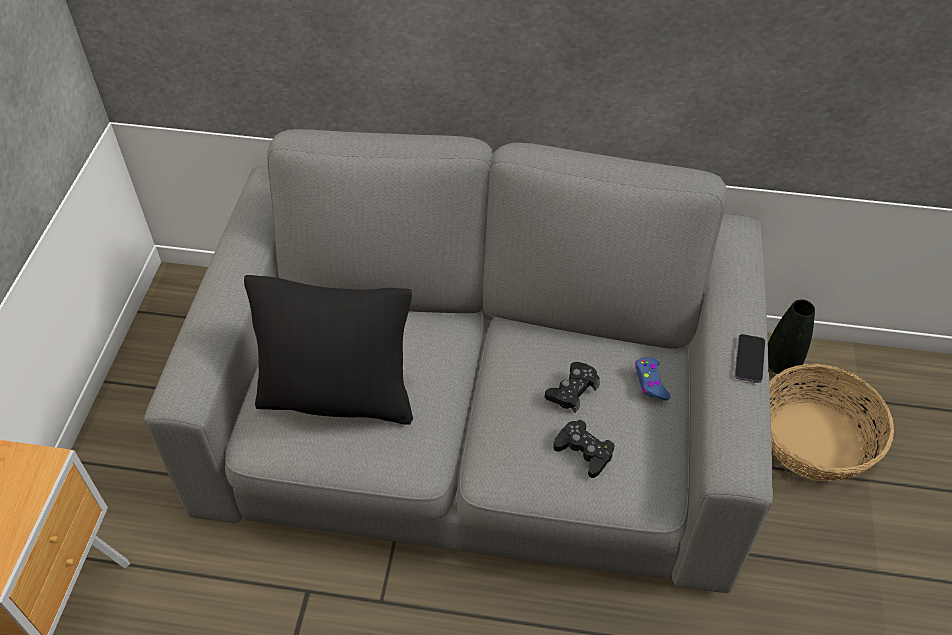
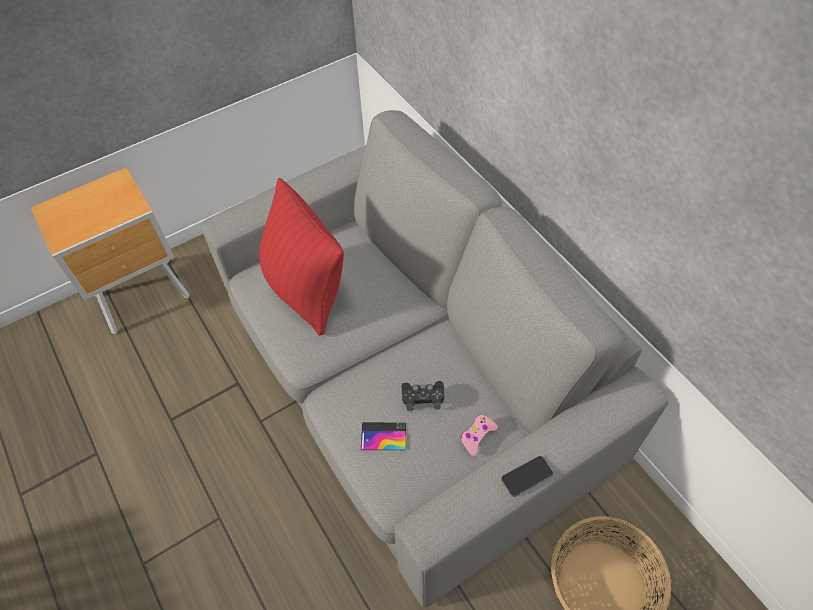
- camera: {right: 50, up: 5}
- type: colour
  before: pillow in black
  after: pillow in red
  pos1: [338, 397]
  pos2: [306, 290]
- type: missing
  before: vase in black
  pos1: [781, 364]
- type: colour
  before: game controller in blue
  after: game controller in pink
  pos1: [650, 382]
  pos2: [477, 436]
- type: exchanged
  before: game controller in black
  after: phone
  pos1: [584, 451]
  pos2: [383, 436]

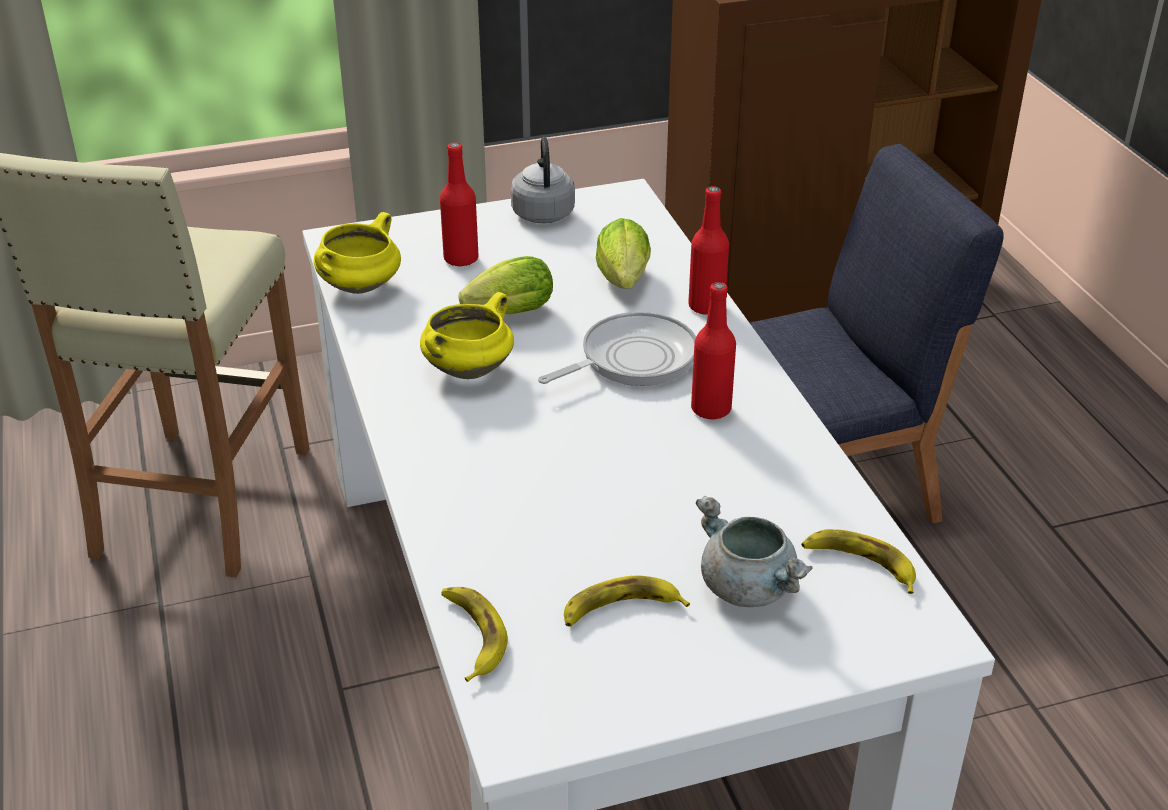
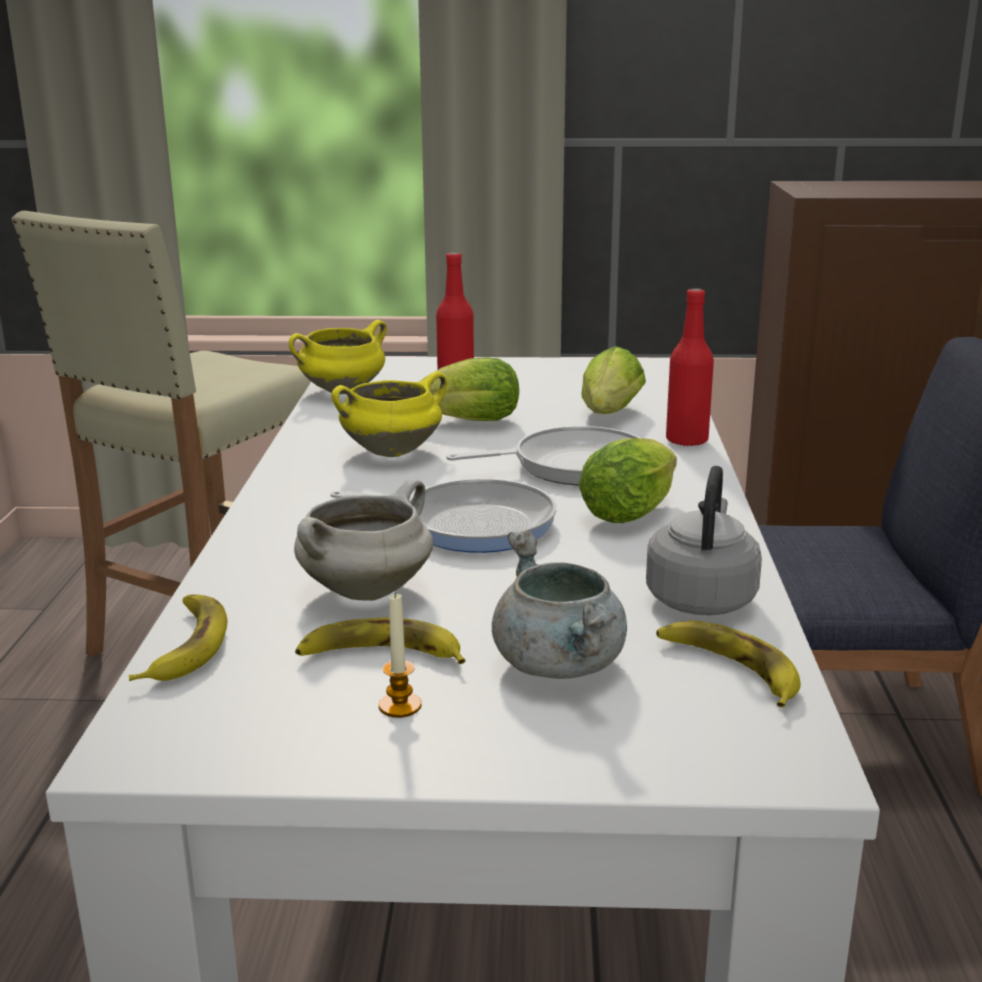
- camera: {right: 20, up: -15}
- type: relocated
  before: kettle in grey
  pos1: [543, 212]
  pos2: [701, 597]
- type: exchanged
  before: bottle in red
  after: lettuce
  pos1: [711, 409]
  pos2: [632, 511]
- type: appeared
  after: cooking pot in white
  pos2: [367, 590]
- type: appeared
  after: frying pan
  pos2: [470, 524]
- type: appeared
  after: candle
  pos2: [400, 706]

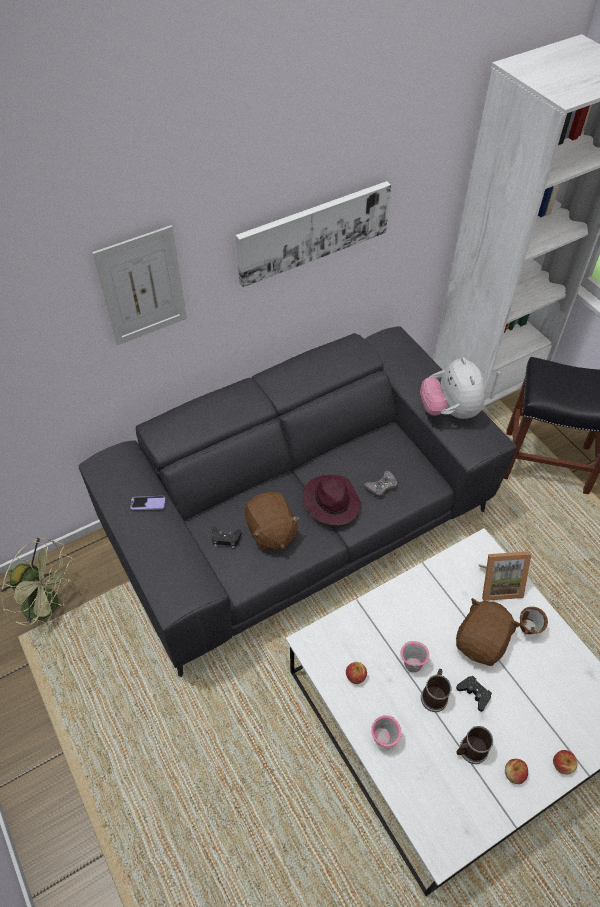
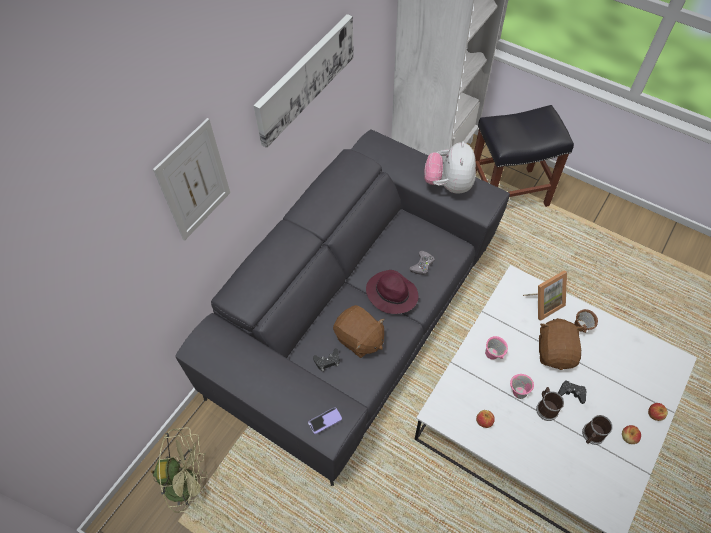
- camera: {right: -25, up: 5}
- type: spun
  before: plush toy
  pos1: [449, 411]
  pos2: [448, 185]
  turn: 45
- type: relocated
  before: phone
  pos1: [148, 503]
  pos2: [325, 421]
- type: relocated
  before: mug in pink
  pos1: [384, 739]
  pos2: [493, 355]

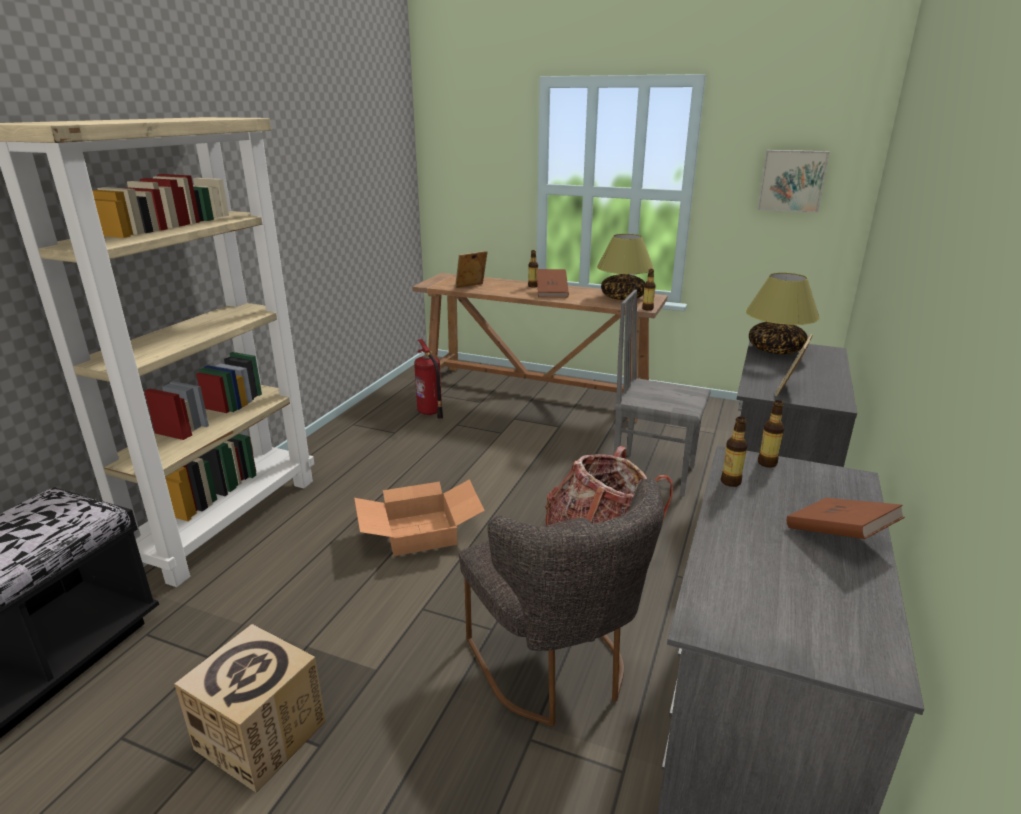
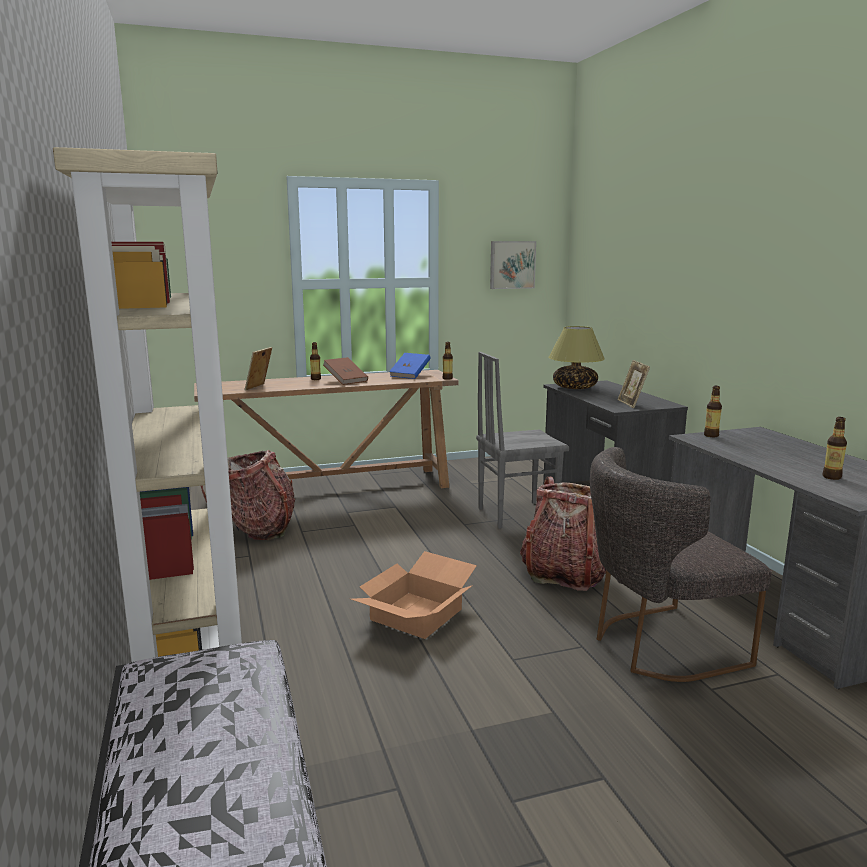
- camera: {right: -40, up: -10}
- type: exchanged
  before: table lamp
  after: book in blue
  pos1: [622, 297]
  pos2: [410, 375]
- type: exchanged
  before: fire extinguisher
  after: backpack
  pos1: [430, 412]
  pos2: [257, 530]
- type: relocated
  before: bottle
  pos1: [730, 482]
  pos2: [831, 477]
- type: spun
  before: chair in grey
  pos1: [556, 669]
  pos2: [658, 646]
  turn: 135
- type: missing
  before: book in brown
  pos1: [838, 536]
- type: missing
  before: cardboard box
  pos1: [261, 735]

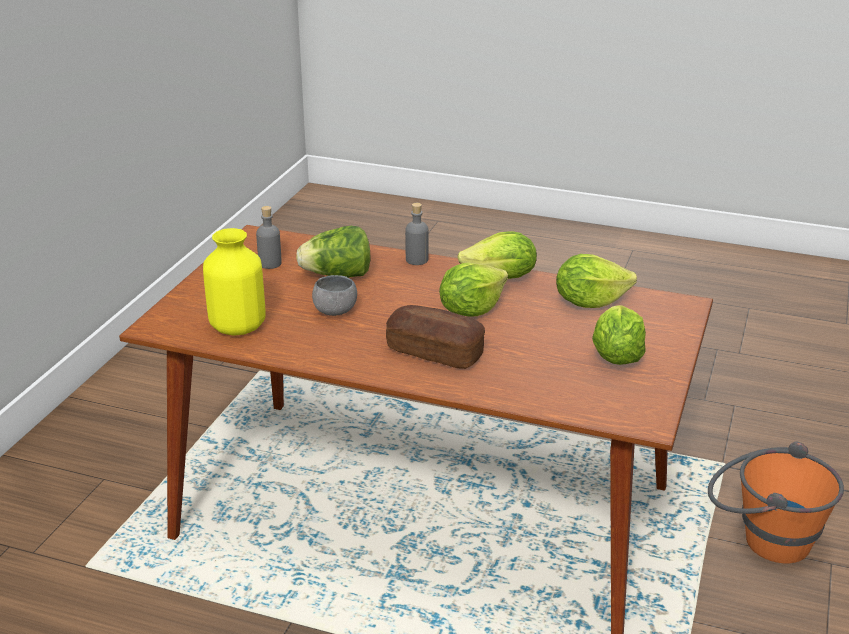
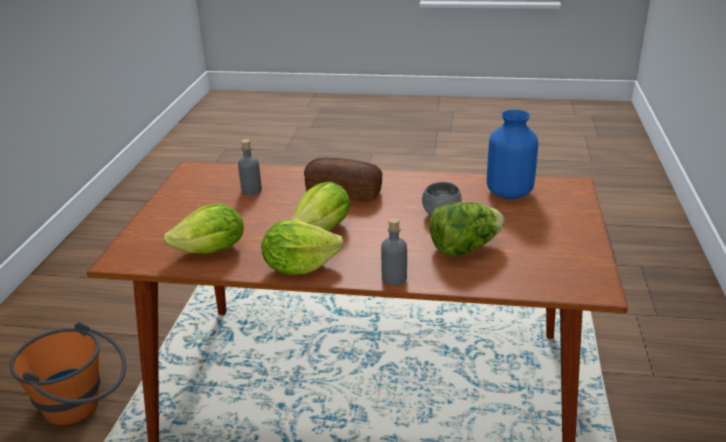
- camera: {right: 170, up: 0}
- type: relocated
  before: bottle in grey
  pos1: [270, 263]
  pos2: [251, 190]
- type: colour
  before: vase in yellow
  after: vase in blue
  pos1: [239, 326]
  pos2: [508, 193]
- type: missing
  before: lettuce
  pos1: [616, 356]

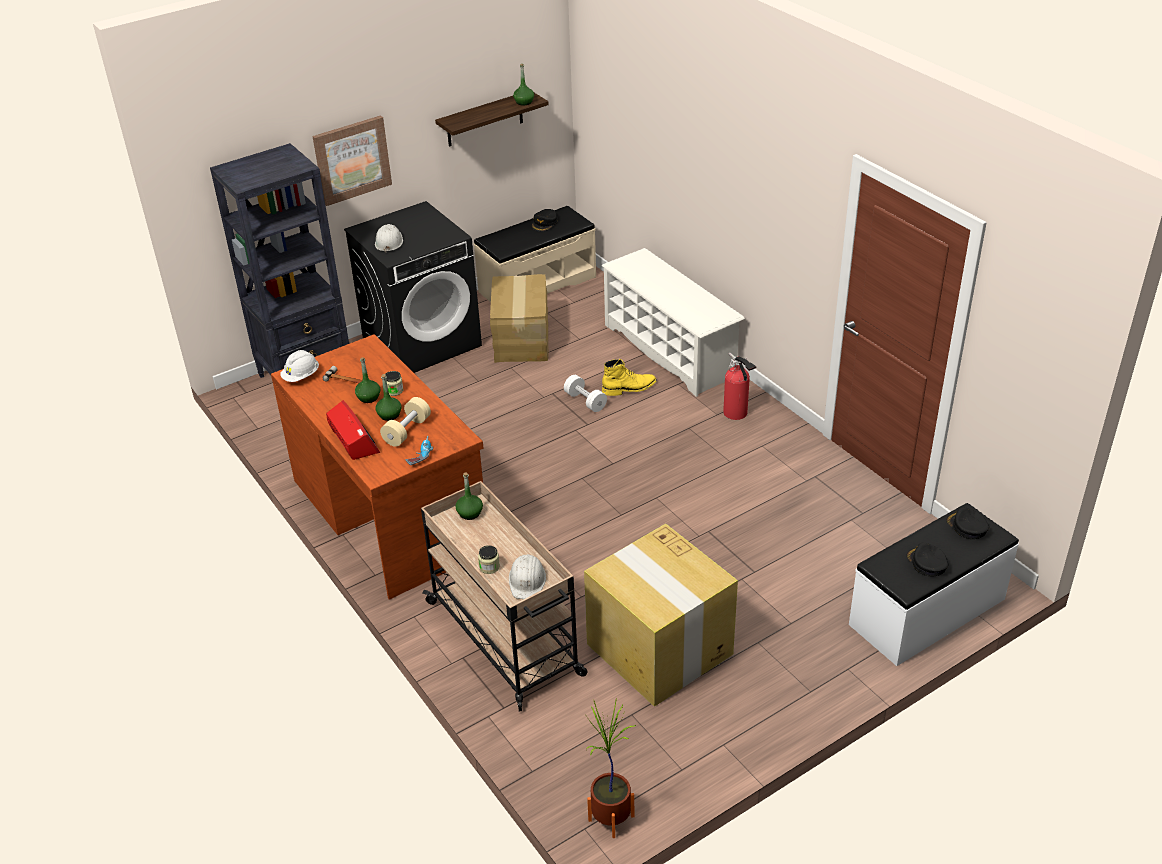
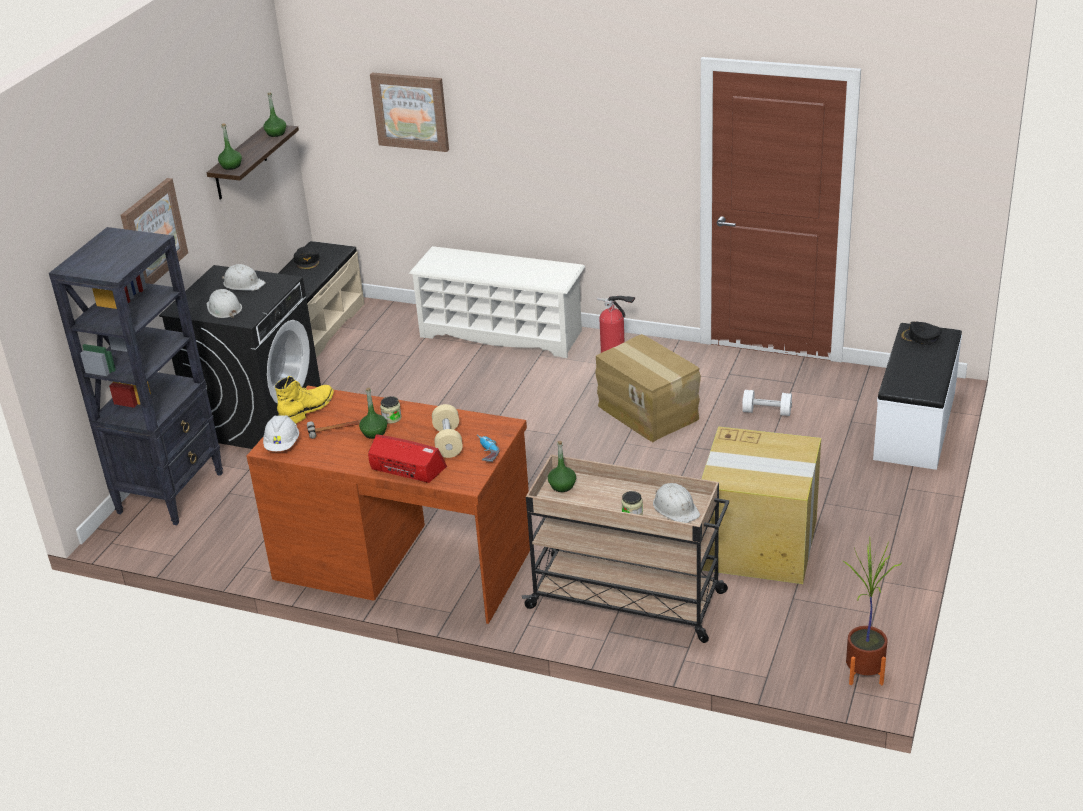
- camera: {right: -35, up: -5}
- type: relocated
  before: cardboard box
  pos1: [522, 340]
  pos2: [649, 412]
- type: relocated
  before: boot in yellow
  pos1: [629, 388]
  pos2: [307, 409]
- type: relocated
  before: bottle in green
  pos1: [389, 415]
  pos2: [231, 166]
- type: relocated
  before: dumbbell in white
  pos1: [585, 401]
  pos2: [766, 412]
- type: missing
  before: cap in black
  pos1: [926, 563]
- type: appeared
  after: picture
  pos2: [410, 111]
- type: appeared
  after: hard hat in white
  pos2: [243, 284]

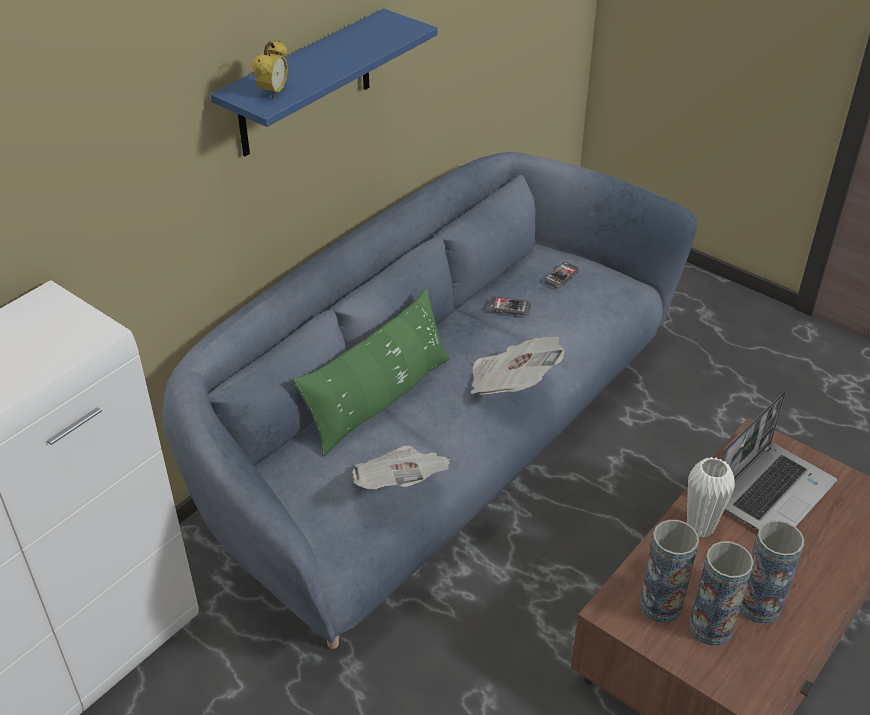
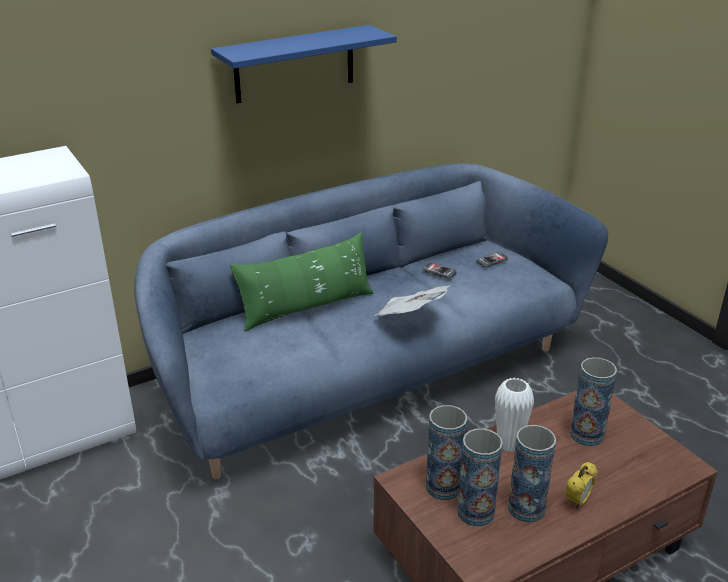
- camera: {right: 20, up: -10}
- type: relocated
  before: alarm clock
  pos1: [273, 93]
  pos2: [577, 501]
- type: exchanged
  before: laptop
  after: vase
  pos1: [772, 491]
  pos2: [586, 435]
- type: missing
  before: newspaper
  pos1: [401, 485]

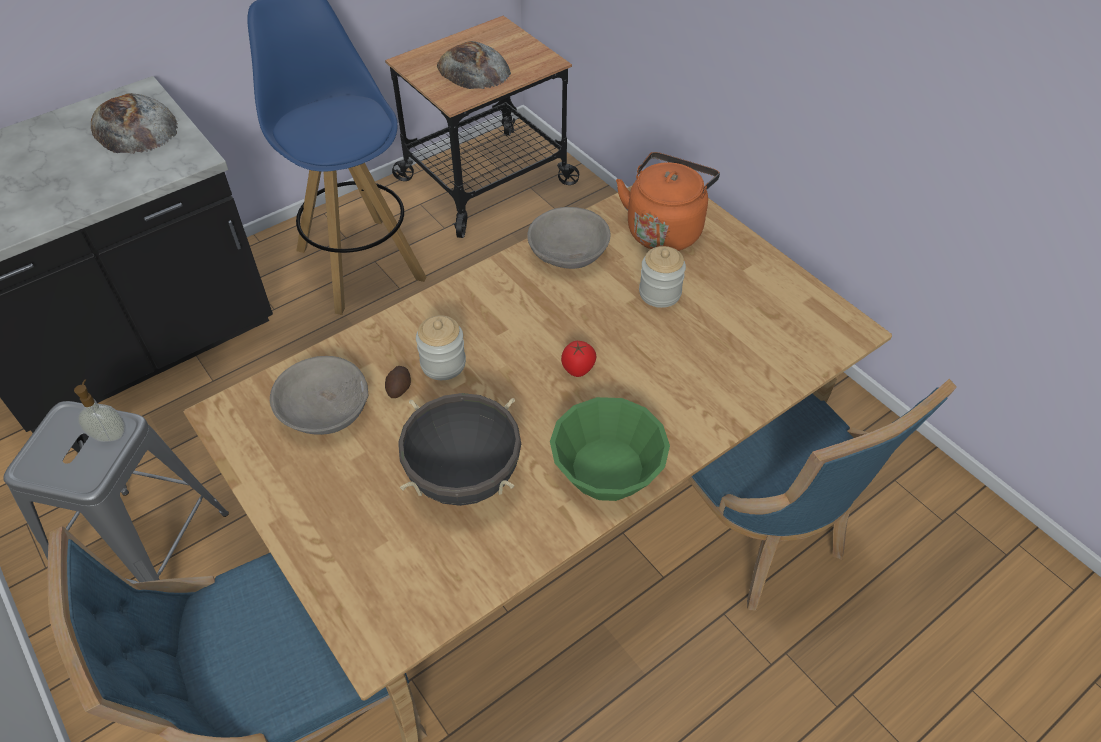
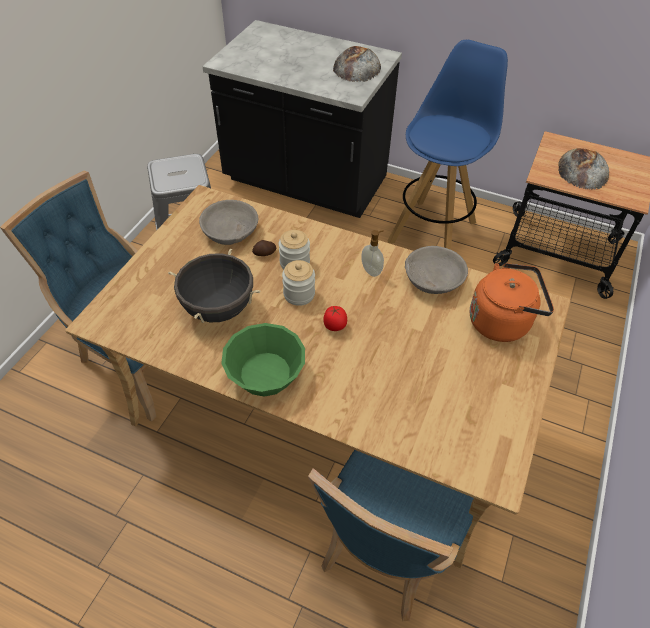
- camera: {right: 60, up: 0}
- type: relocated
  before: jar
  pos1: [660, 293]
  pos2: [299, 294]
- type: relocated
  before: soap dispenser
  pos1: [110, 435]
  pos2: [372, 270]

